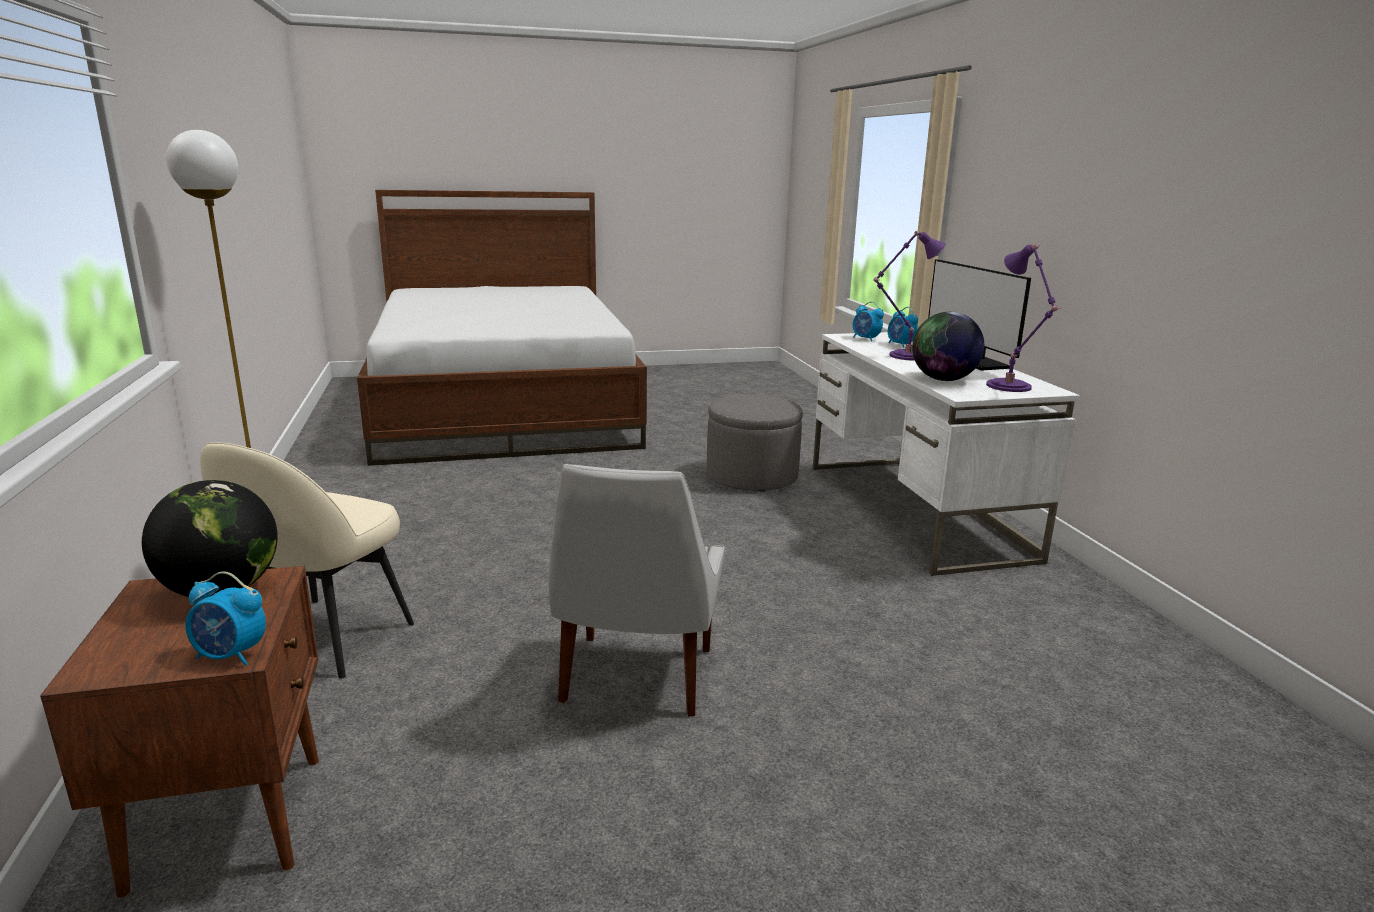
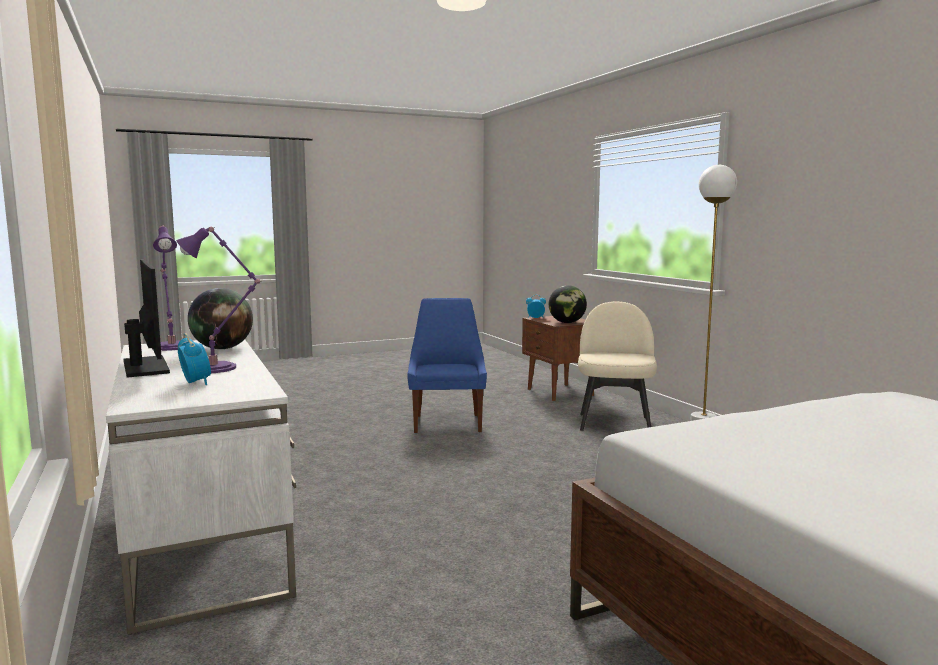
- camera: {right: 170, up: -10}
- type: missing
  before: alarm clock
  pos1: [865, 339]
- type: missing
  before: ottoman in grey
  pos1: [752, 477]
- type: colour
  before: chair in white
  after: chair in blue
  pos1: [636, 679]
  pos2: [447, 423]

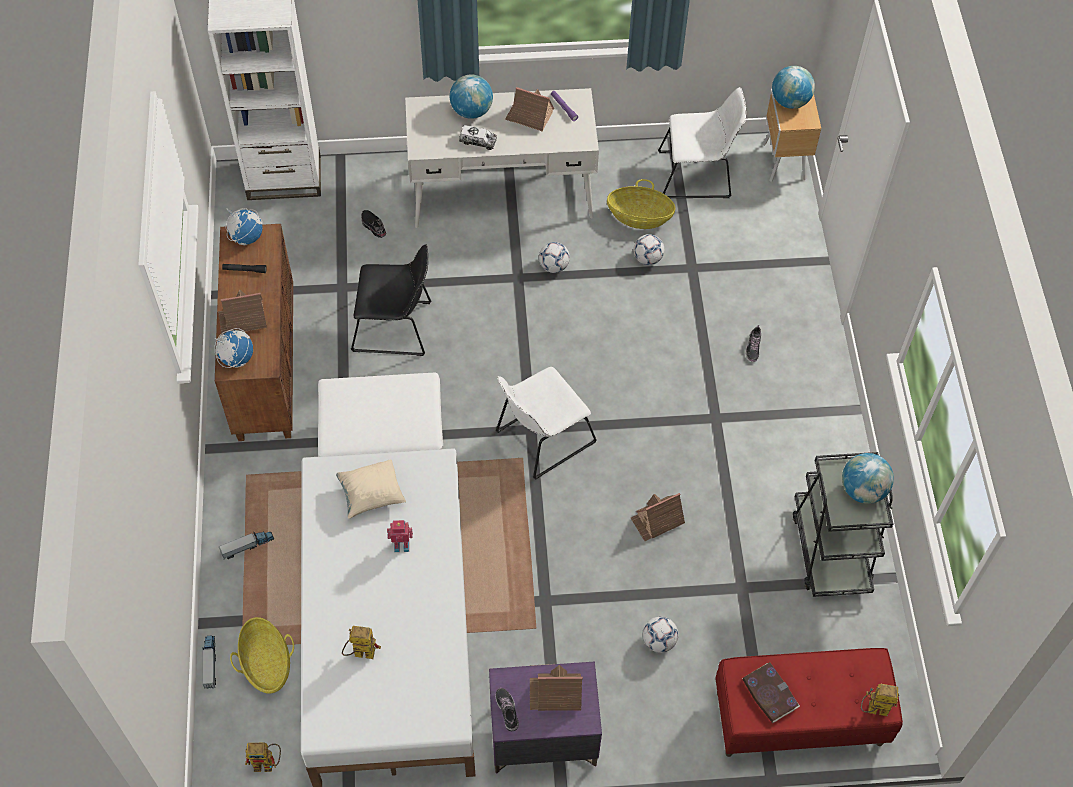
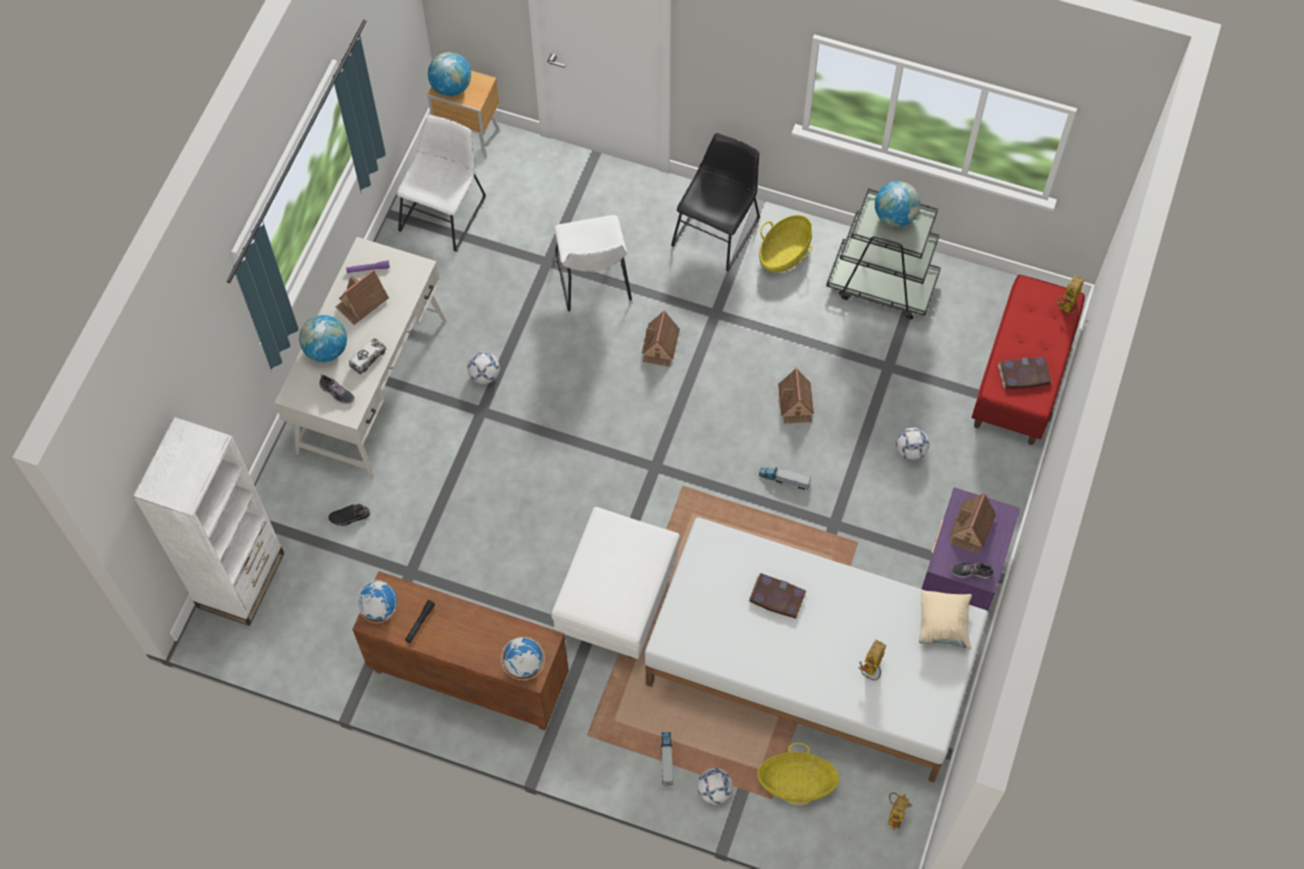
- camera: {right: -65, up: 5}
- type: relocated
  before: basket
  pos1: [639, 217]
  pos2: [784, 253]
- type: relocated
  before: football
  pos1: [647, 258]
  pos2: [714, 790]
- type: relocated
  before: chair in black
  pos1: [396, 327]
  pos2: [717, 229]
- type: relocated
  before: toy house
  pos1: [243, 319]
  pos2: [660, 345]
- type: relocated
  before: shoe
  pos1: [753, 347]
  pos2: [337, 392]
- type: relocated
  before: chair in white
  pos1: [542, 439]
  pos2: [594, 280]
- type: relocated
  before: pillow in beige
  pos1: [371, 495]
  pos2: [943, 624]
- type: exchanged
  before: toy robot
  after: book
  pos1: [401, 544]
  pos2: [777, 597]
- type: relocated
  before: toy truck
  pos1: [210, 663]
  pos2: [784, 479]

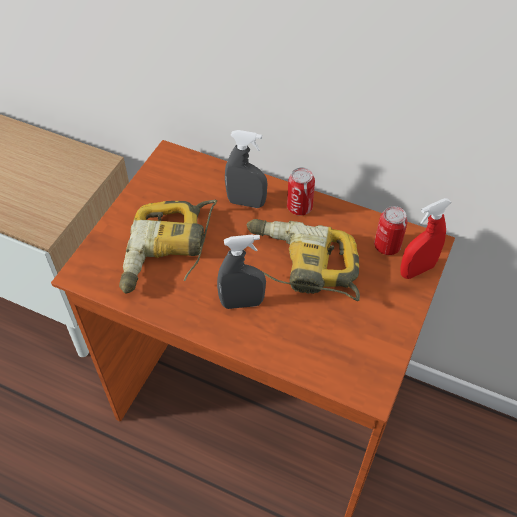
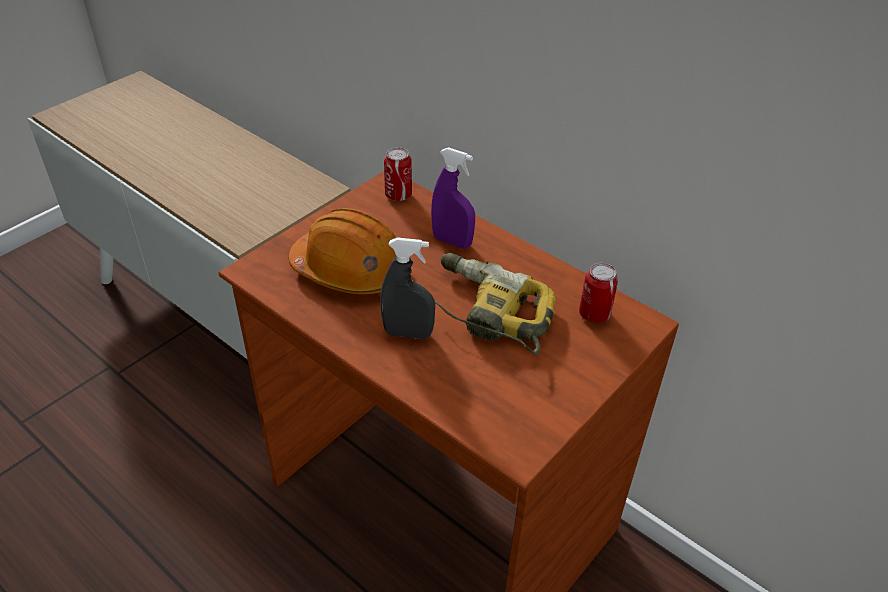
- camera: {right: 15, up: -10}
- type: colour
  before: spray bottle in grey
  after: spray bottle in purple
  pos1: [246, 202]
  pos2: [452, 241]
- type: relocated
  before: can
  pos1: [299, 207]
  pos2: [398, 195]
- type: missing
  before: spray bottle in red
  pos1: [417, 270]
- type: exchanged
  before: power drill
  after: hard hat in orange
  pos1: [169, 253]
  pos2: [350, 270]

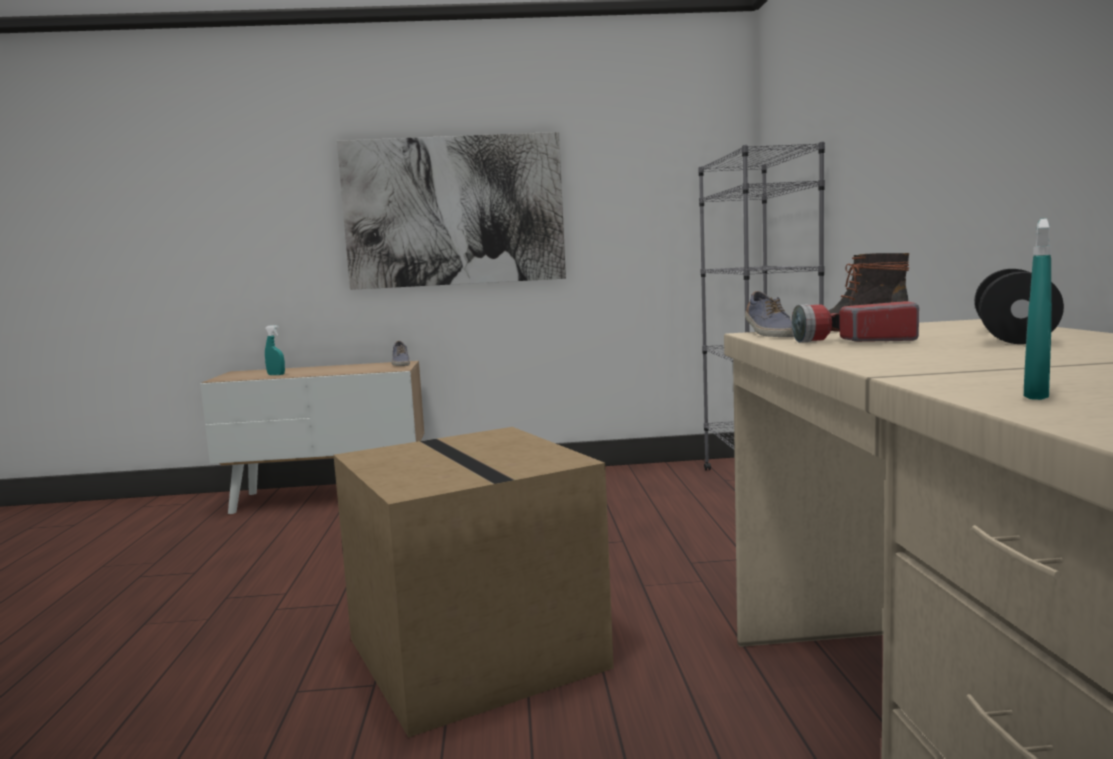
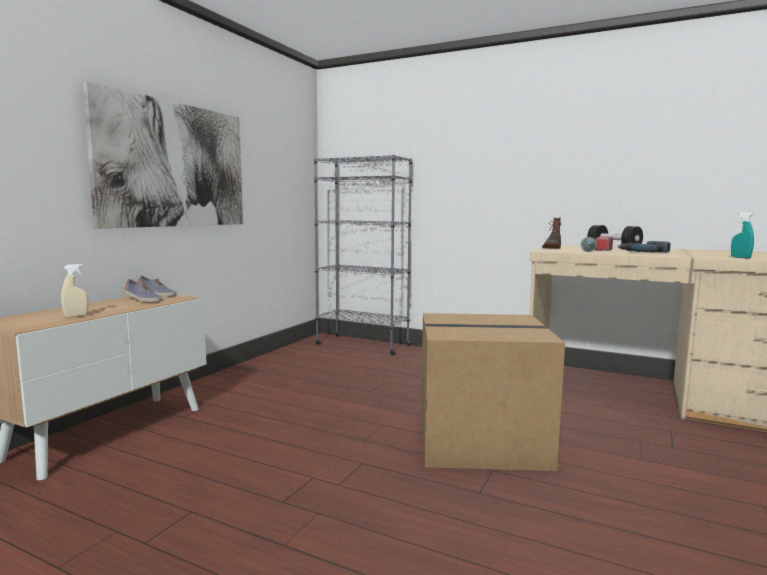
- camera: {right: -60, up: 0}
- type: relocated
  before: shoe
  pos1: [769, 334]
  pos2: [142, 300]
- type: colour
  before: spray bottle in turquoise
  after: spray bottle in beige
  pos1: [276, 375]
  pos2: [76, 316]
- type: appeared
  after: power drill
  pos2: [644, 252]

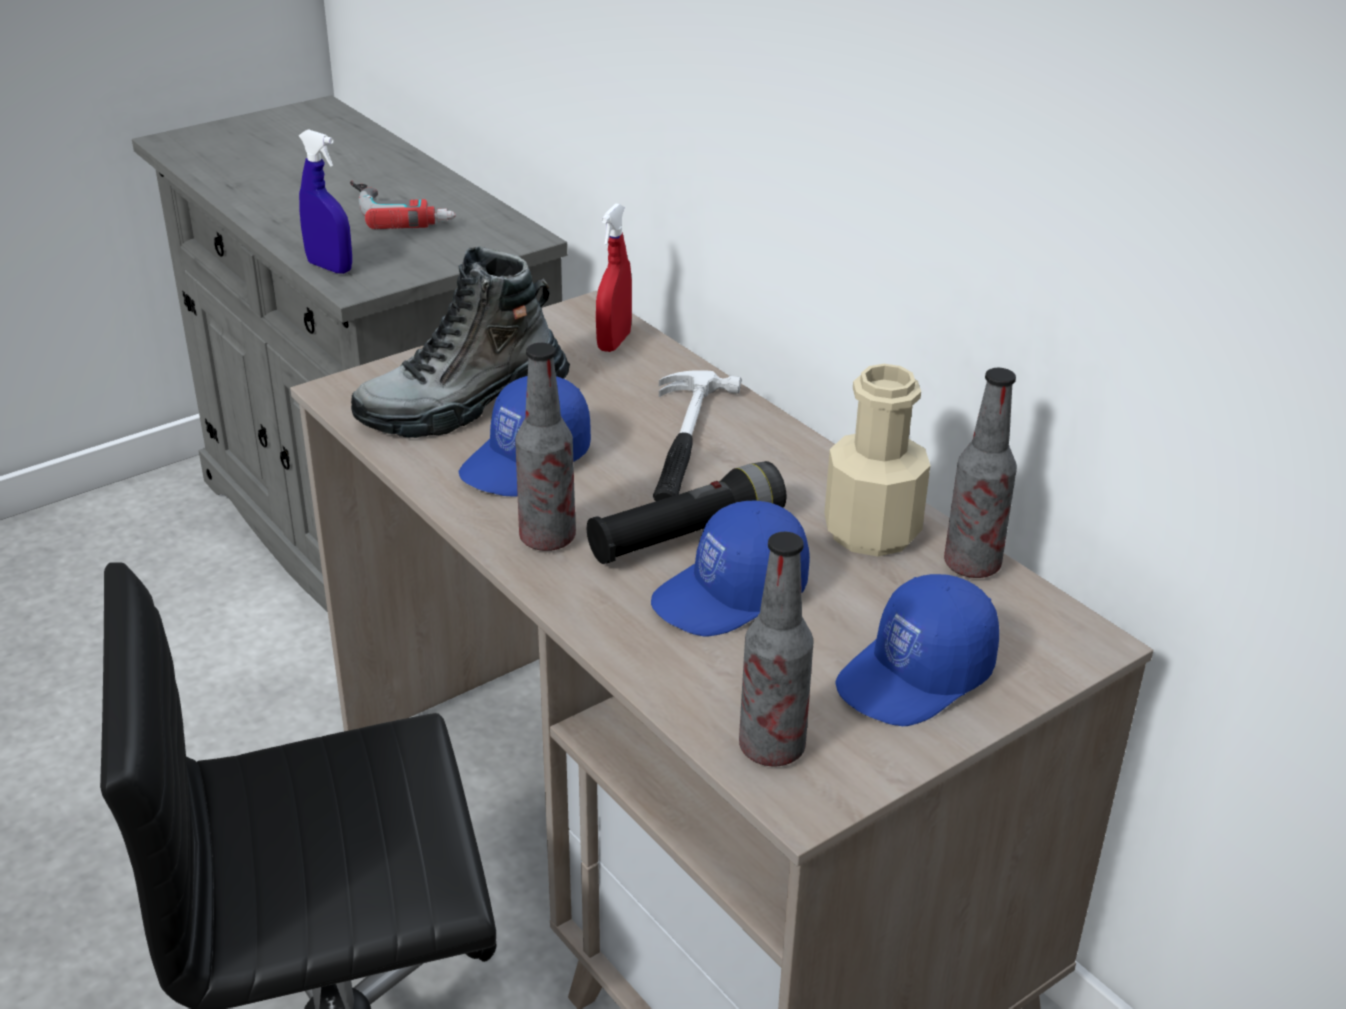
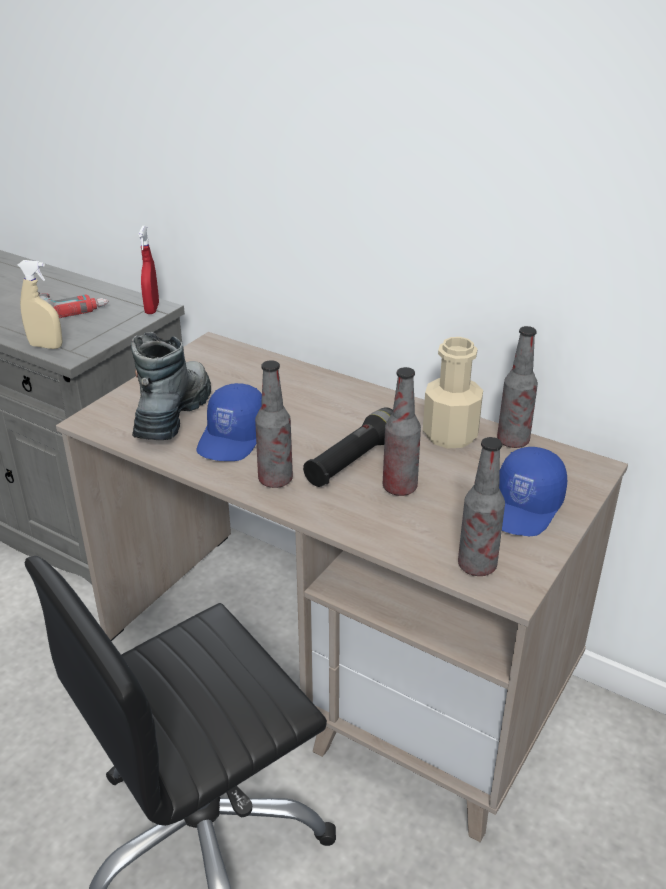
- camera: {right: -20, up: 0}
- type: colour
  before: spray bottle in blue
  after: spray bottle in beige
  pos1: [330, 267]
  pos2: [46, 346]
- type: relocated
  before: spray bottle in red
  pos1: [614, 342]
  pos2: [152, 309]
- type: spun
  before: boot
  pos1: [463, 405]
  pos2: [173, 414]
  turn: 150
- type: missing
  before: hammer
  pos1: [683, 442]
- type: exchanged
  before: cap in blue
  after: bottle
  pos1: [731, 596]
  pos2: [399, 487]

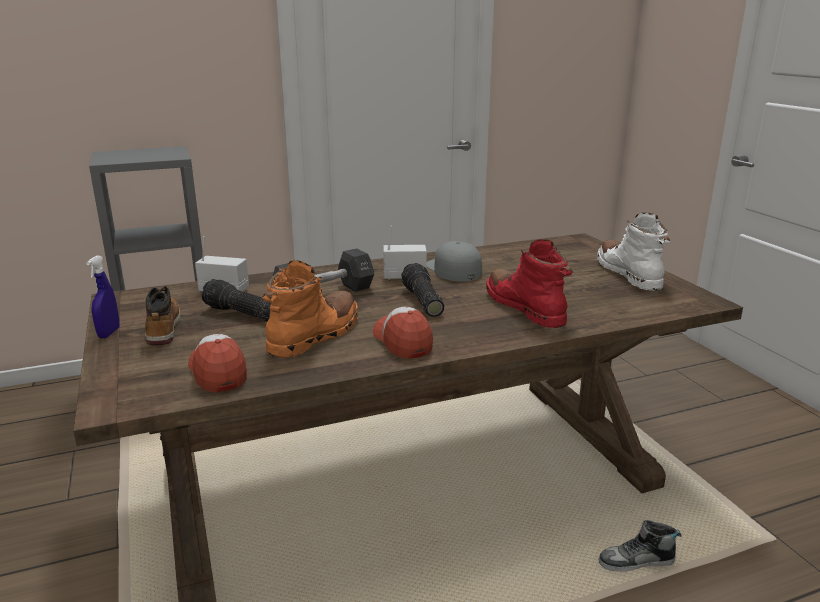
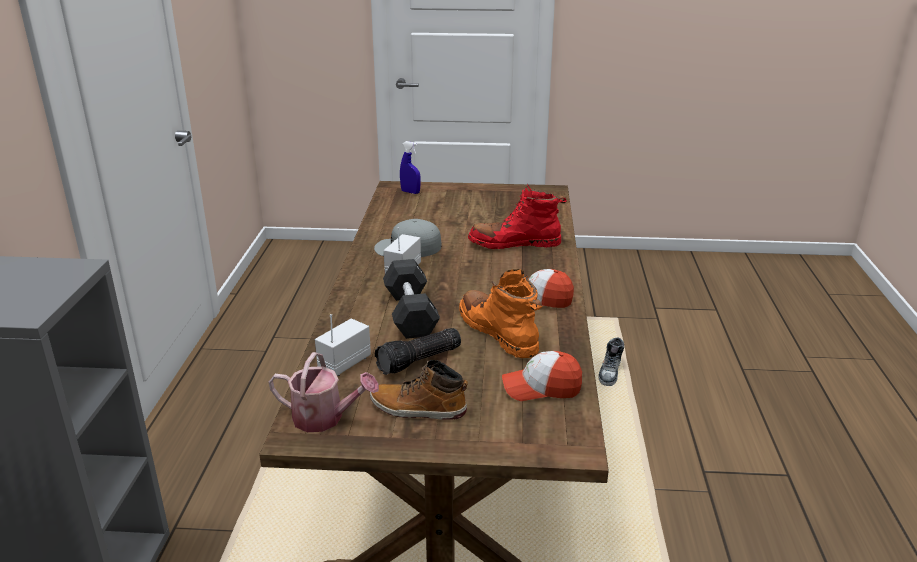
- camera: {right: -65, up: 5}
- type: missing
  before: boot in white
  pos1: [629, 274]
- type: relocated
  before: spray bottle in blue
  pos1: [109, 333]
  pos2: [410, 192]
- type: missing
  before: flashlight
  pos1: [421, 301]
- type: appeared
  after: watering can
  pos2: [325, 418]

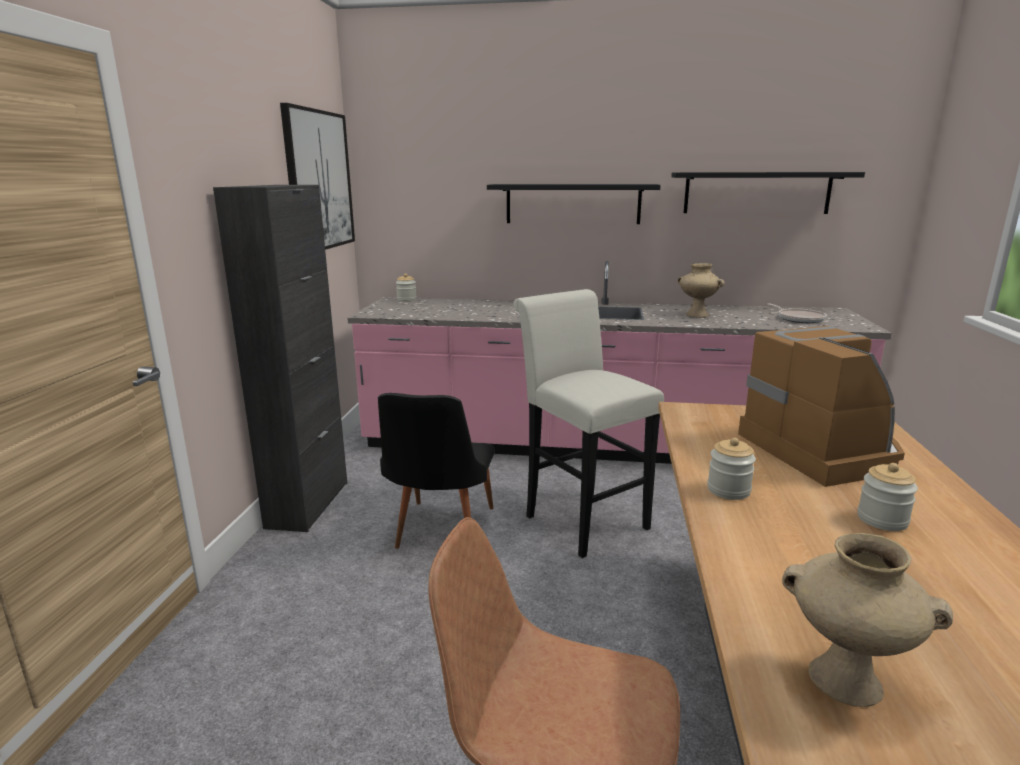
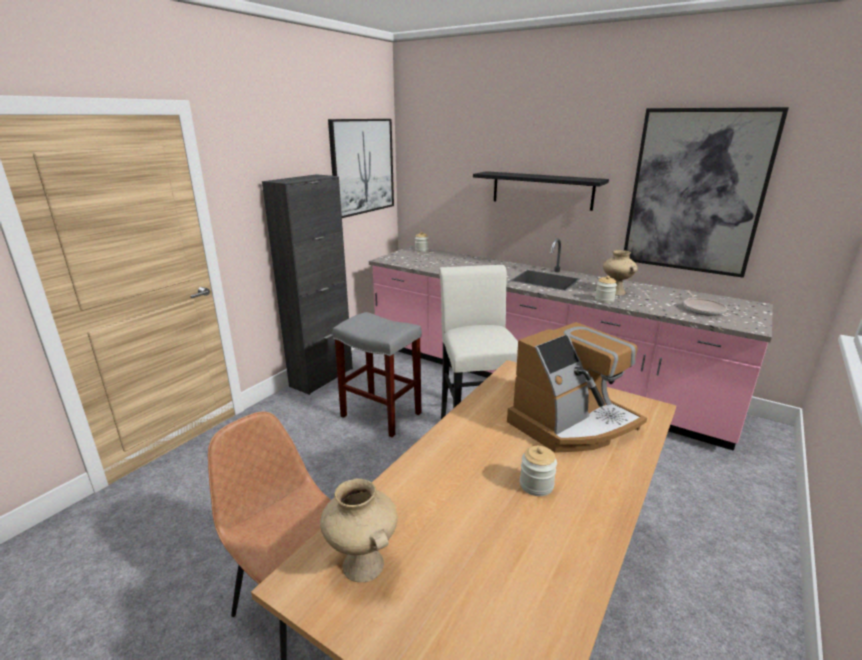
- camera: {right: 25, up: 5}
- type: exchanged
  before: shelf in black
  after: picture
  pos1: [756, 193]
  pos2: [695, 192]
- type: spun
  before: coffee machine
  pos1: [821, 449]
  pos2: [572, 424]
  turn: 45
- type: exchanged
  before: chair in black
  after: stool in grey
  pos1: [440, 533]
  pos2: [380, 414]
- type: relocated
  before: jar
  pos1: [728, 490]
  pos2: [604, 300]

